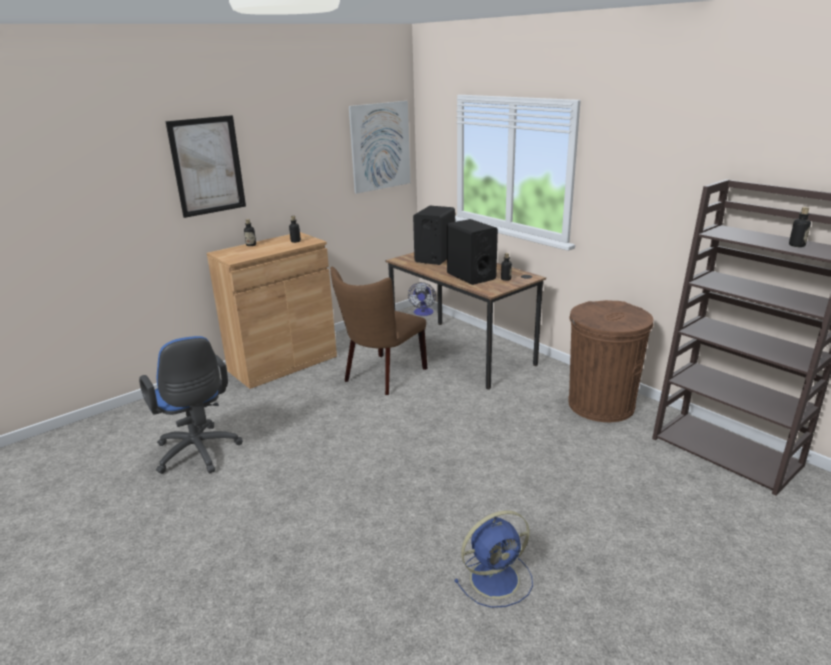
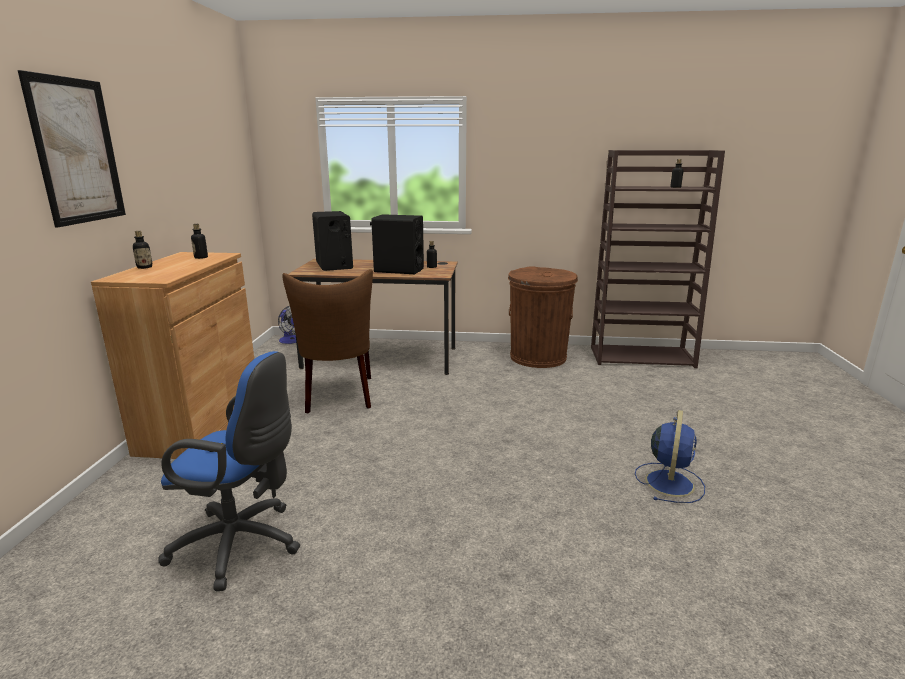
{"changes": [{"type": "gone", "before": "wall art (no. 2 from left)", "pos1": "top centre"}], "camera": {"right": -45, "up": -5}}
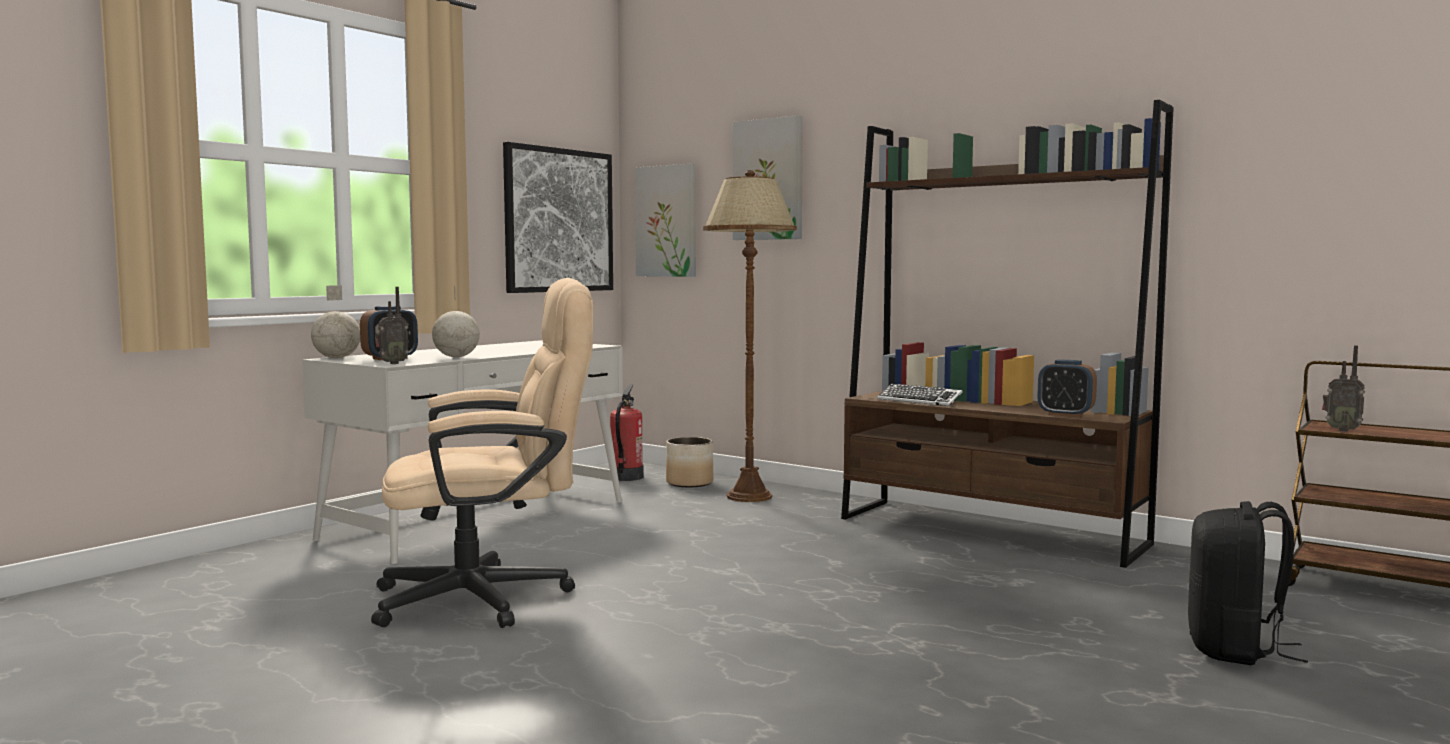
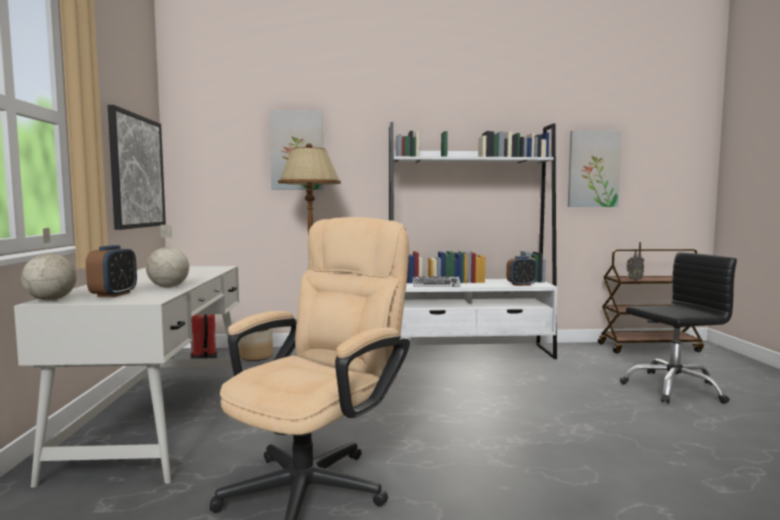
{"changes": [{"type": "repainted", "before": "shelving unit (brown)", "after": "shelving unit (whitish)", "pos1": "middle right", "pos2": "centre"}, {"type": "shifted", "before": "wall art (no. 2 from left in the first image)", "after": "wall art (no. 3 from left)", "pos1": "top centre", "pos2": "top right"}, {"type": "gone", "before": "radio receiver (no. 1 from left)", "pos1": "middle left"}, {"type": "swapped", "before": "knapsack (black-coloured)", "after": "desk chair (black-coloured)", "pos1": "bottom right", "pos2": "middle right"}], "camera": {"right": -40, "up": 0}}
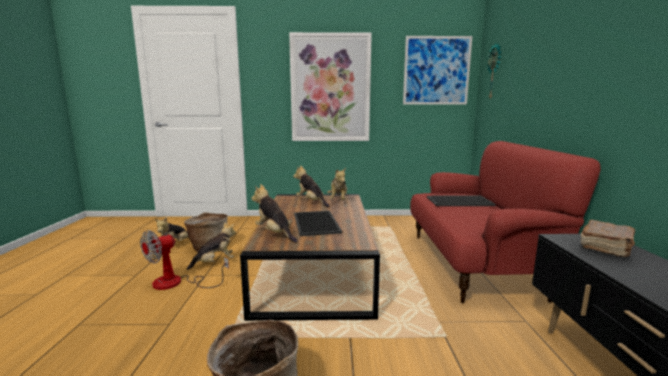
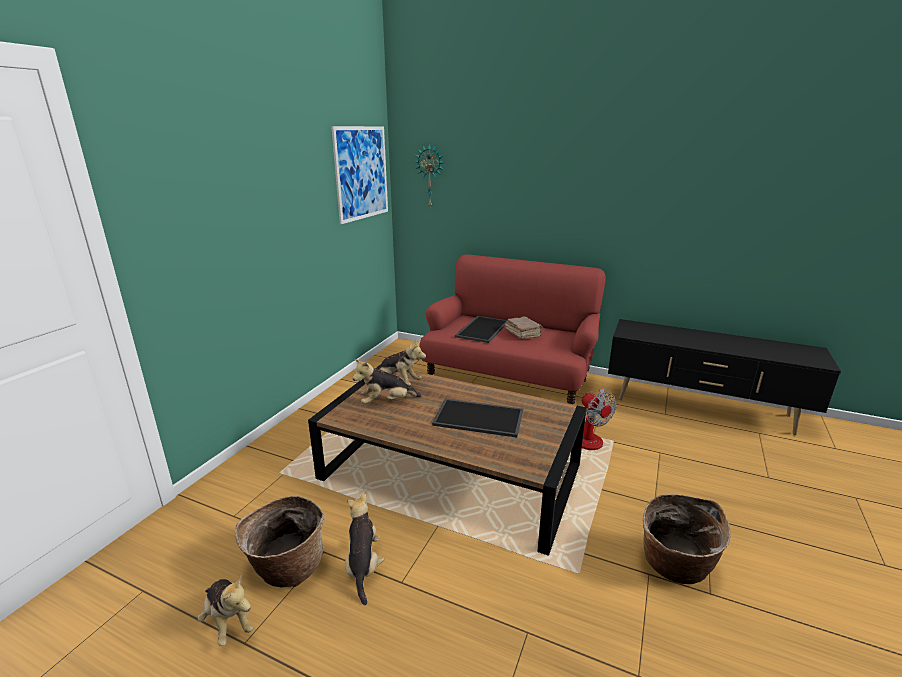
{"changes": [{"type": "gone", "before": "wall art (no. 1 from left)", "pos1": "top centre"}, {"type": "gone", "before": "soft toy (no. 3 from left)", "pos1": "centre"}, {"type": "shifted", "before": "volume (brown)", "pos1": "middle right", "pos2": "centre"}, {"type": "shifted", "before": "electric fan", "pos1": "bottom left", "pos2": "centre"}], "camera": {"right": -65, "up": 10}}
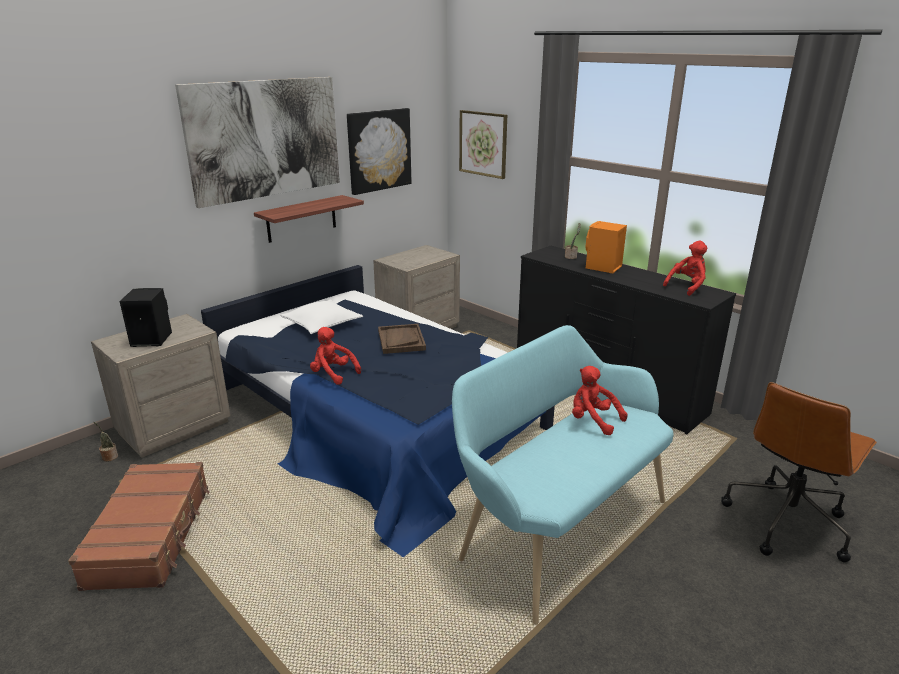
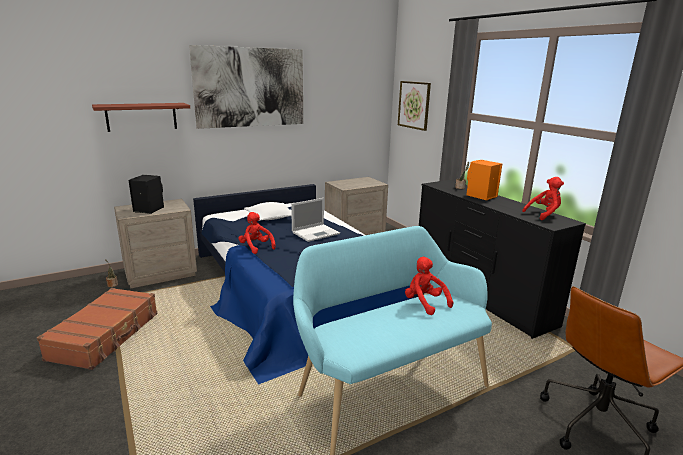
{"changes": [{"type": "gone", "before": "wall art (no. 2 from left)", "pos1": "top centre"}, {"type": "shifted", "before": "wall shelf", "pos1": "top centre", "pos2": "top left"}, {"type": "swapped", "before": "tray (brown)", "after": "portable computer", "pos1": "centre", "pos2": "centre"}], "camera": {"right": 15, "up": -5}}
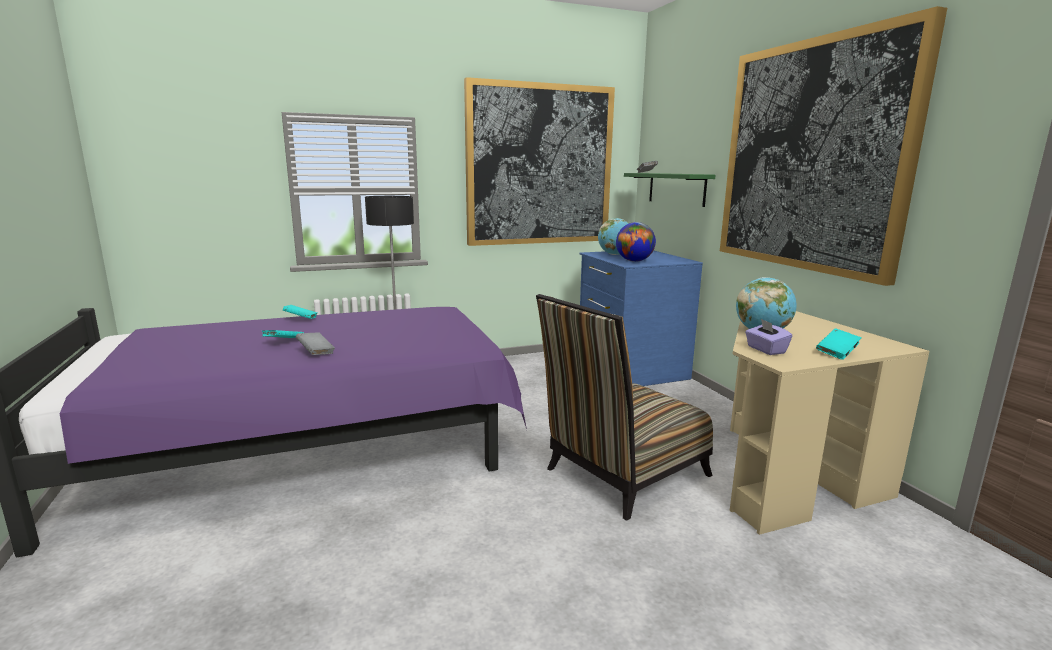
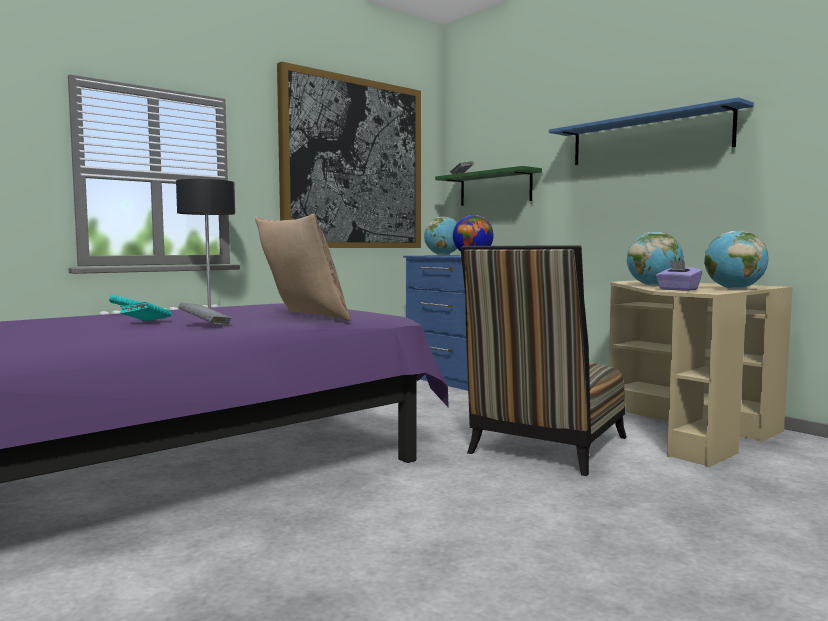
{"changes": [{"type": "swapped", "before": "wall art (no. 2 from left)", "after": "wall shelf (blue-coloured)", "pos1": "top right", "pos2": "top right"}, {"type": "swapped", "before": "volume (turquoise-coloured) (no. 3 from left)", "after": "globe (no. 4 from left)", "pos1": "middle right", "pos2": "middle right"}, {"type": "new", "after": "throw pillow (beige)", "pos2": "centre"}], "camera": {"right": -20, "up": -10}}
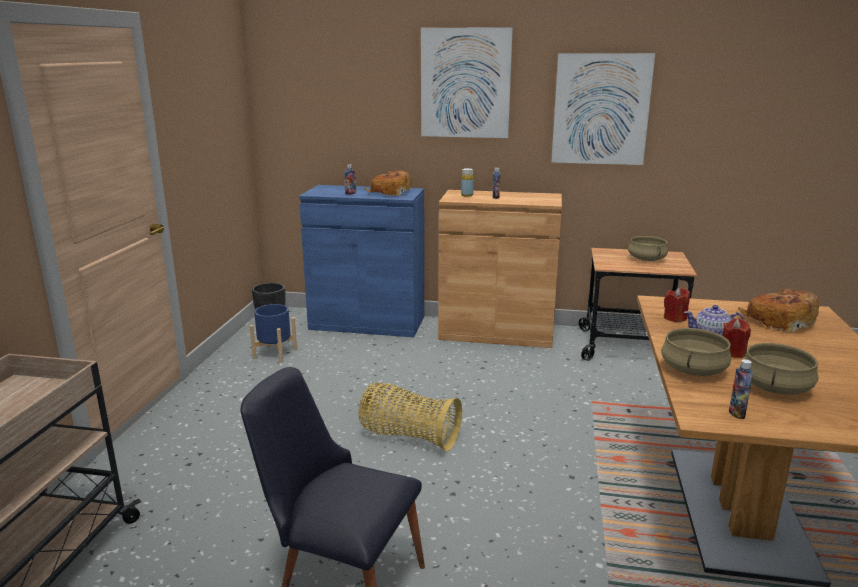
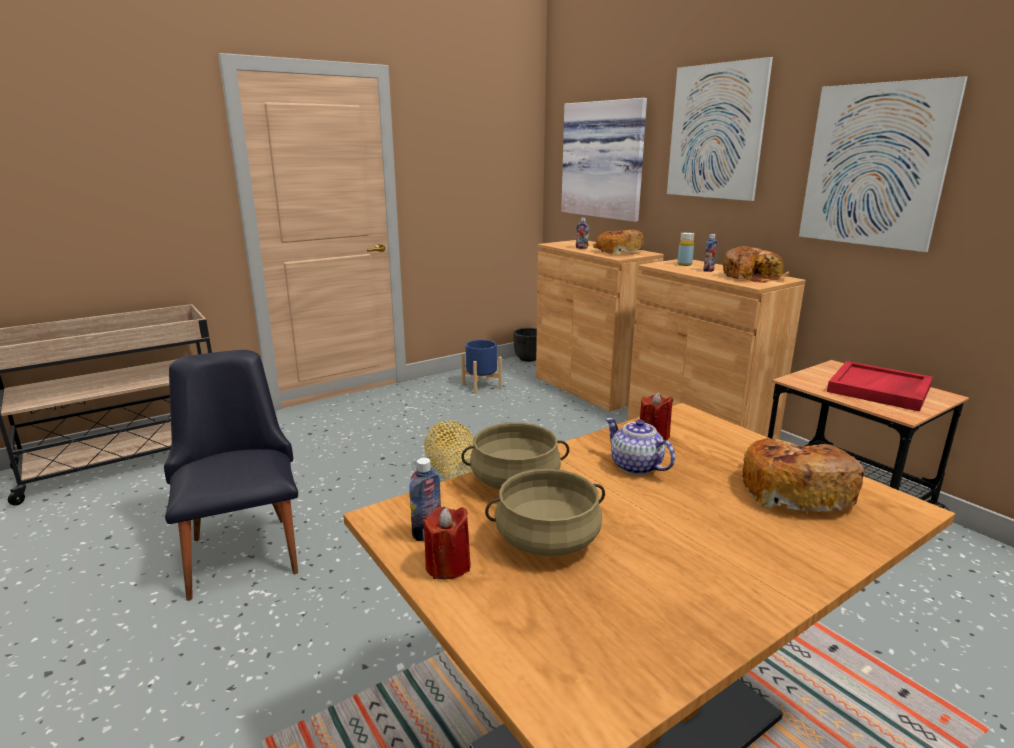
{"changes": [{"type": "repainted", "before": "storage cabinet (blue-coloured)", "after": "storage cabinet (brown) (no. 1 from left)", "pos1": "centre", "pos2": "centre"}, {"type": "swapped", "before": "saucepot (beige) (no. 1 from left)", "after": "tray (red-coloured)", "pos1": "middle right", "pos2": "middle right"}, {"type": "shifted", "before": "wax light (red-coloured) (no. 2 from left in the first image)", "after": "wax light (red-coloured) (no. 1 from left)", "pos1": "middle right", "pos2": "bottom centre"}, {"type": "new", "after": "wall art (no. 1 from left)", "pos2": "top centre"}, {"type": "new", "after": "baked bread (no. 2 from left)", "pos2": "middle right"}], "camera": {"right": 45, "up": 0}}
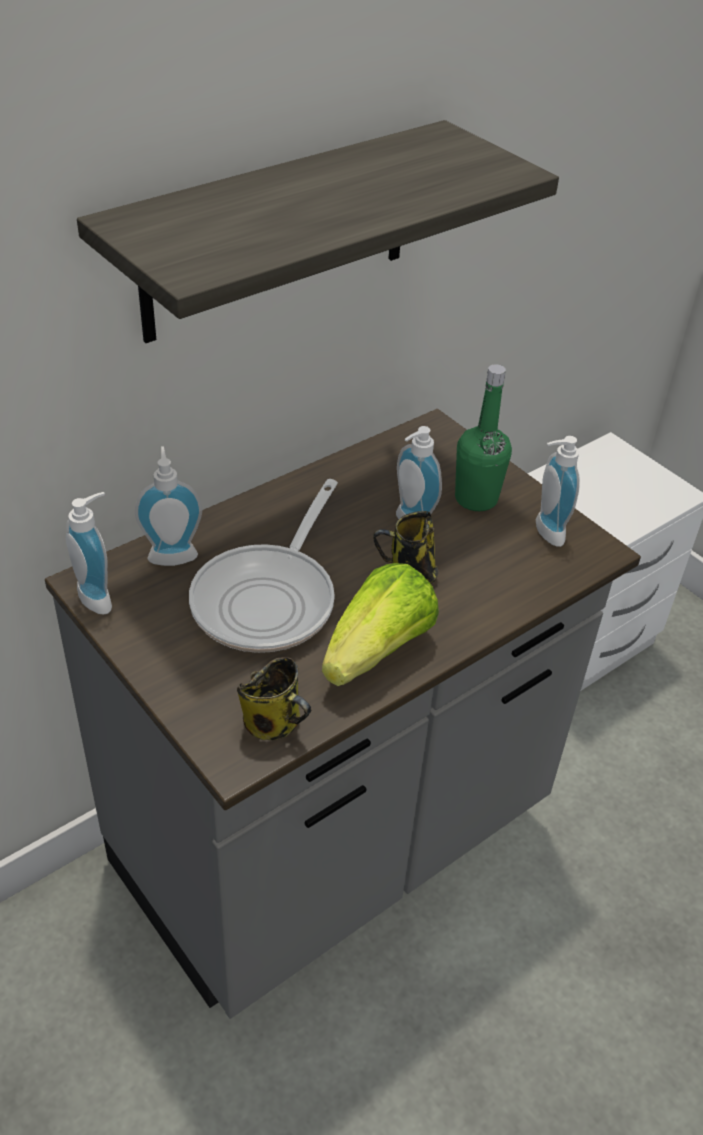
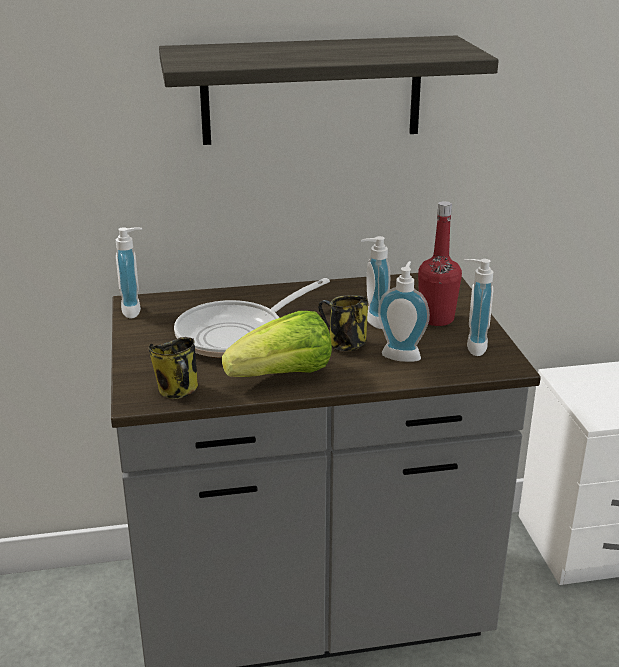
{"changes": [{"type": "repainted", "before": "bottle (greenish)", "after": "bottle (red-coloured)", "pos1": "middle right", "pos2": "middle right"}, {"type": "shifted", "before": "liquid soap bottle (no. 2 from left in the first image)", "after": "liquid soap bottle (no. 3 from left)", "pos1": "middle left", "pos2": "centre"}], "camera": {"right": 30, "up": -15}}
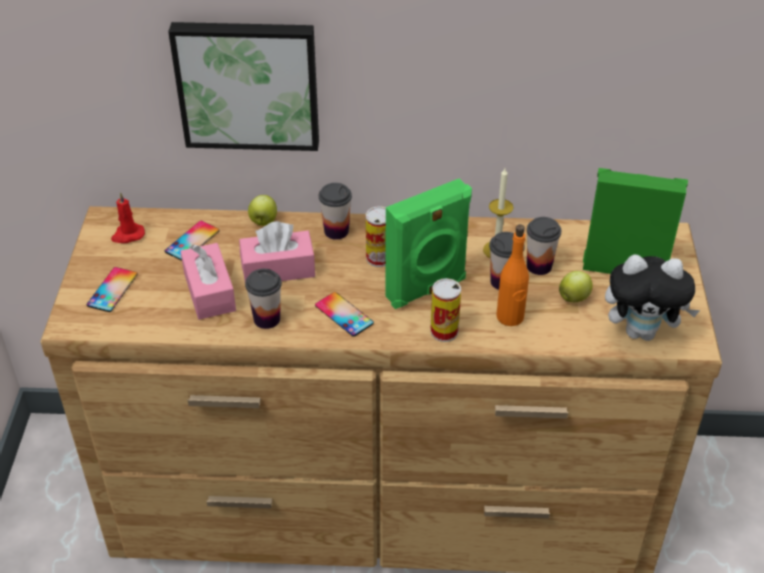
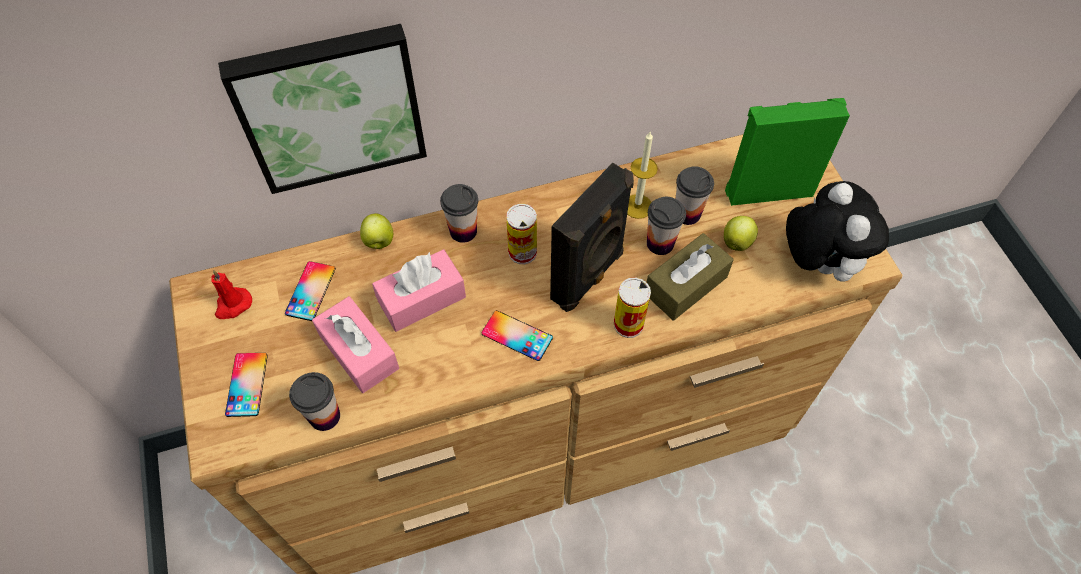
{"changes": [{"type": "repainted", "before": "loudspeaker (greenish) (no. 1 from left)", "after": "loudspeaker (black-coloured)", "pos1": "centre", "pos2": "centre"}, {"type": "swapped", "before": "bottle (orangey)", "after": "box of tissues (brown)", "pos1": "middle right", "pos2": "centre"}, {"type": "rotated", "before": "soft toy", "pos1": "middle right", "pos2": "middle right", "turn": -90}, {"type": "shifted", "before": "small cup (no. 1 from left)", "pos1": "centre", "pos2": "bottom left"}], "camera": {"right": -20, "up": 15}}
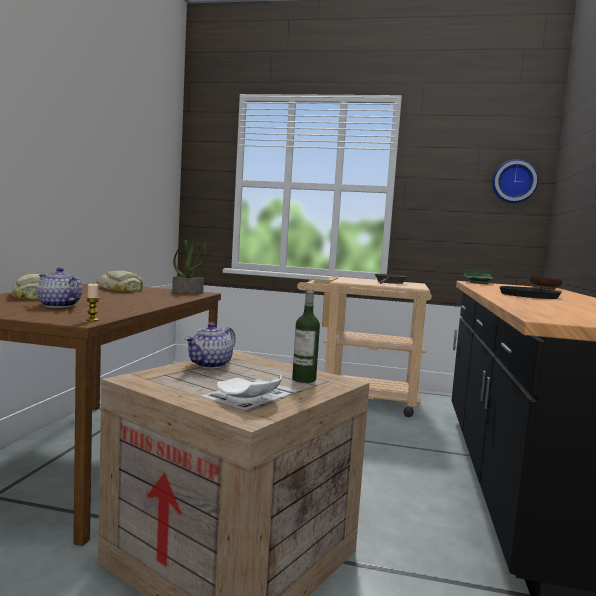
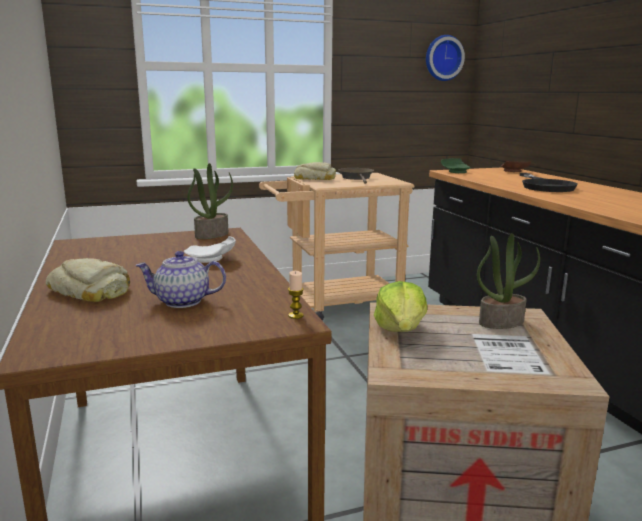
{"changes": [{"type": "shifted", "before": "baked bread (no. 2 from left)", "pos1": "middle left", "pos2": "top centre"}, {"type": "swapped", "before": "bottle", "after": "plant in a pot (no. 2 from left)", "pos1": "centre", "pos2": "middle right"}, {"type": "swapped", "before": "teapot (no. 2 from left)", "after": "head of lettuce", "pos1": "centre", "pos2": "centre"}, {"type": "shifted", "before": "flat dish (whitish)", "pos1": "centre", "pos2": "middle left"}], "camera": {"right": -30, "up": 10}}
